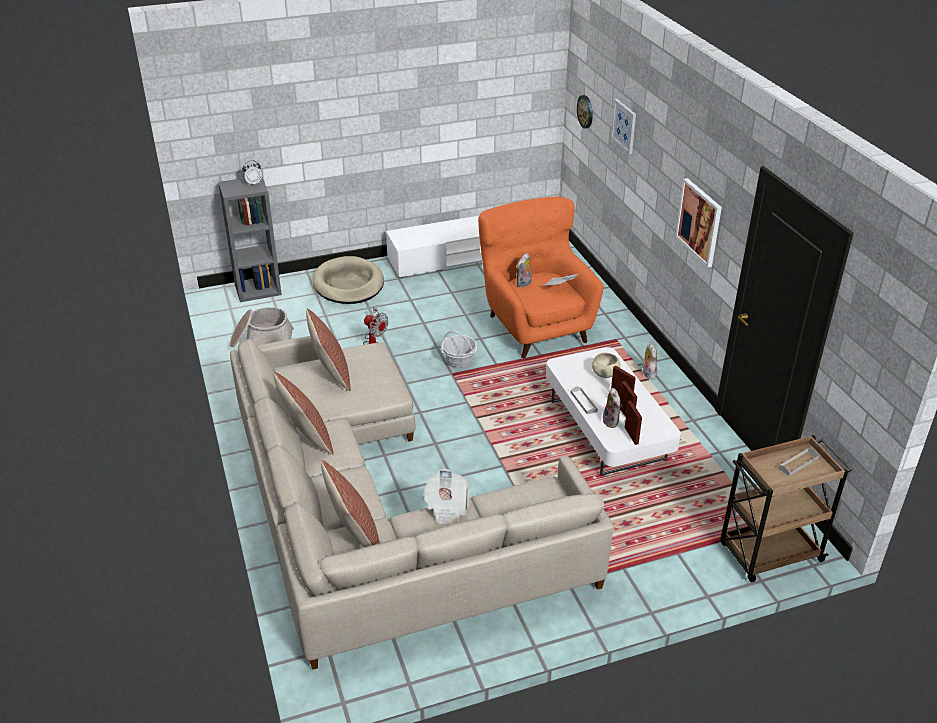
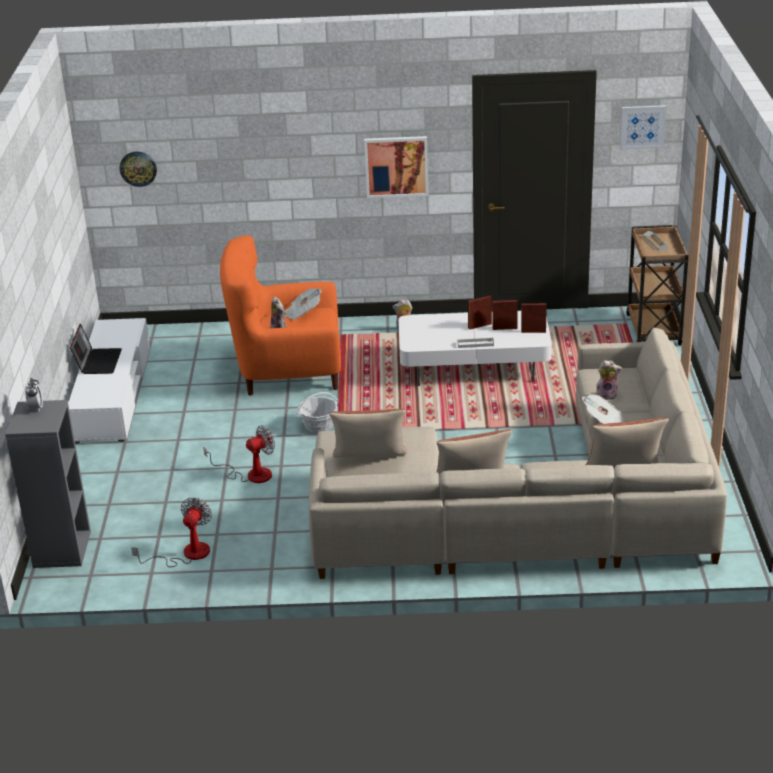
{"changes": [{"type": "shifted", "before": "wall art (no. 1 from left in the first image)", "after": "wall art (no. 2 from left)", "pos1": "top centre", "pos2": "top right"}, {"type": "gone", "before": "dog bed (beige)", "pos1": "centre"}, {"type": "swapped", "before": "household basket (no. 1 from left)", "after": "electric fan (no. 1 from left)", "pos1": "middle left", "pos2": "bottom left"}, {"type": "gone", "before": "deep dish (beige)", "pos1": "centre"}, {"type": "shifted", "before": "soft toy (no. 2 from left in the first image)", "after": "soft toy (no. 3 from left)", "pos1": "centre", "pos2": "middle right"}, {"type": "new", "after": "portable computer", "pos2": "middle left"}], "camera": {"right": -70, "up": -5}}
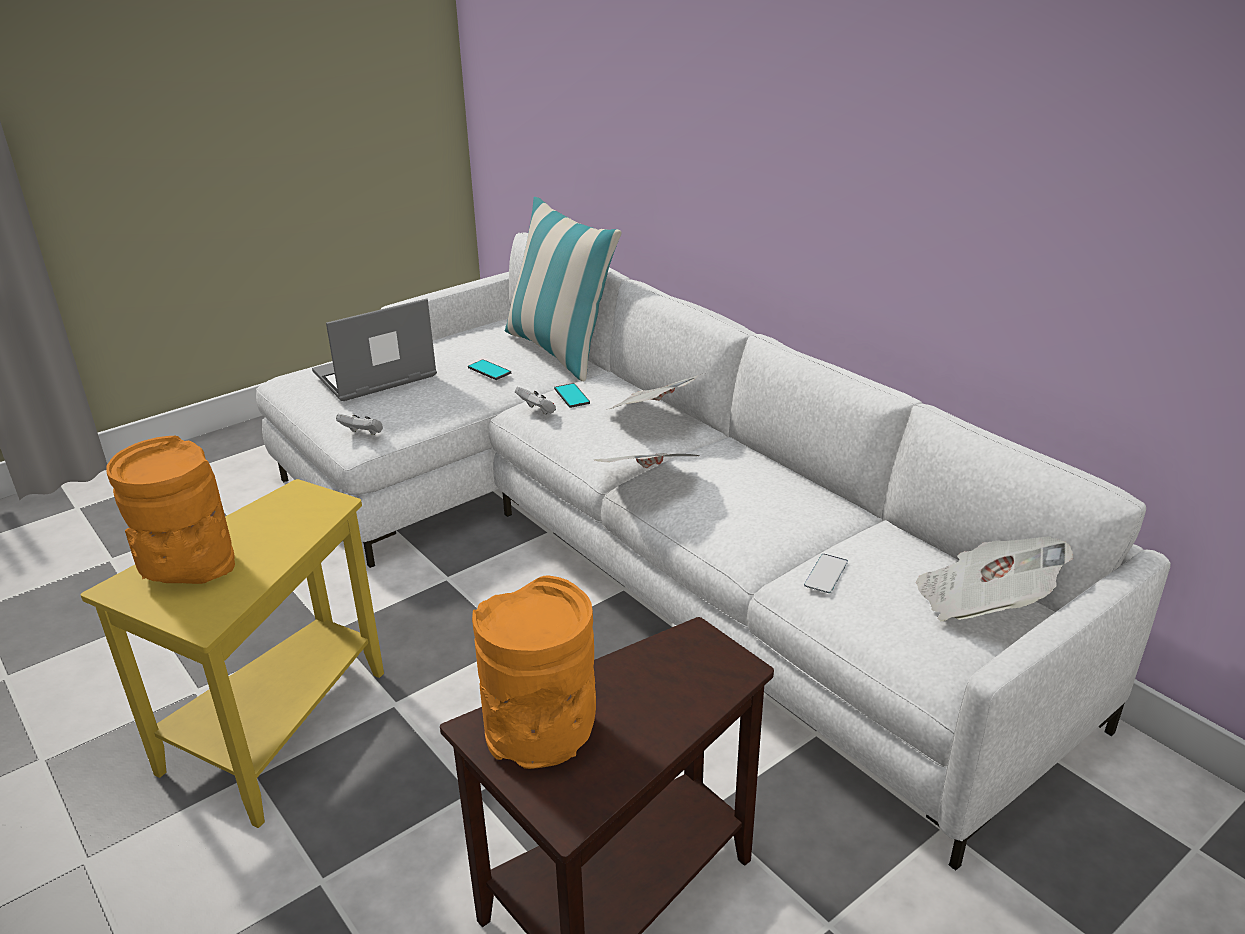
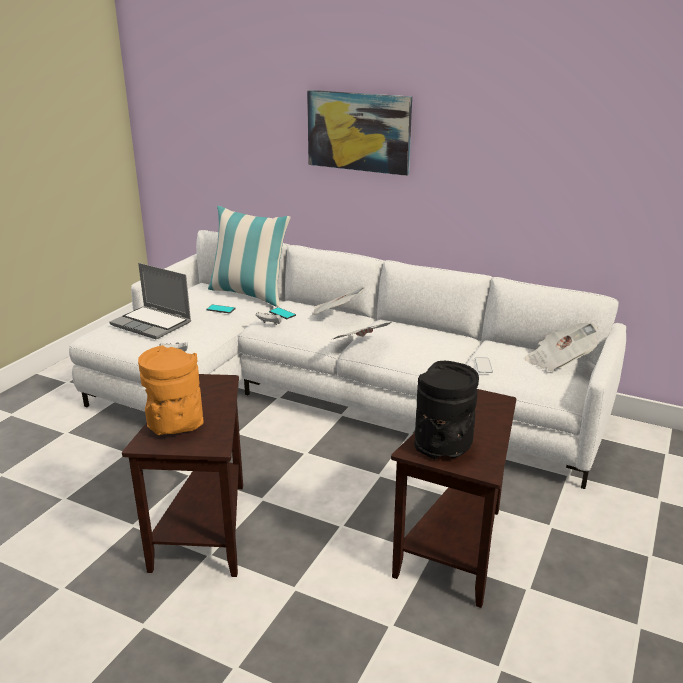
{"changes": [{"type": "rotated", "before": "portable computer", "pos1": "middle left", "pos2": "middle left", "turn": -90}, {"type": "repainted", "before": "end table (yellowish)", "after": "end table (brown) (no. 1 from left)", "pos1": "bottom left", "pos2": "bottom left"}, {"type": "repainted", "before": "decorative vase (orangey) (no. 2 from left)", "after": "decorative vase (black-coloured)", "pos1": "bottom centre", "pos2": "centre"}, {"type": "new", "after": "wall art", "pos2": "top centre"}], "camera": {"right": -25, "up": -5}}
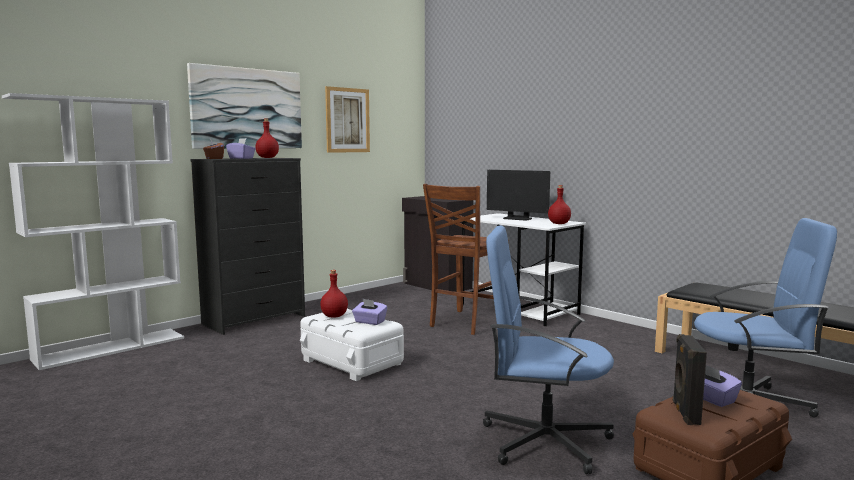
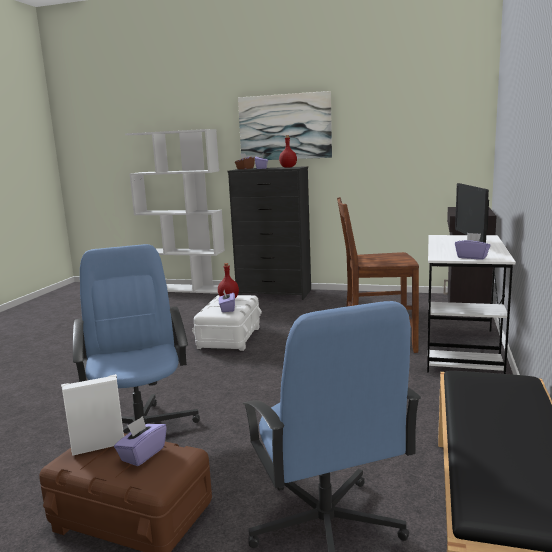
{"changes": [{"type": "gone", "before": "wall art (no. 2 from left)", "pos1": "top centre"}, {"type": "swapped", "before": "bottle (red-coloured) (no. 3 from left)", "after": "box of tissues (purple-coloured) (no. 4 from left)", "pos1": "centre", "pos2": "middle right"}, {"type": "repainted", "before": "loudspeaker (black-coloured)", "after": "loudspeaker (whitish)", "pos1": "bottom right", "pos2": "bottom left"}], "camera": {"right": 60, "up": 5}}
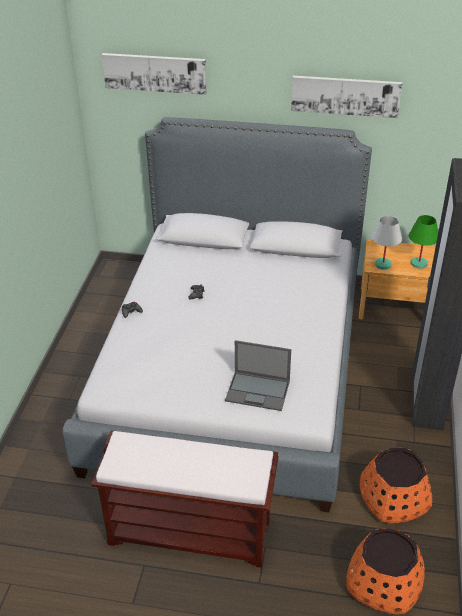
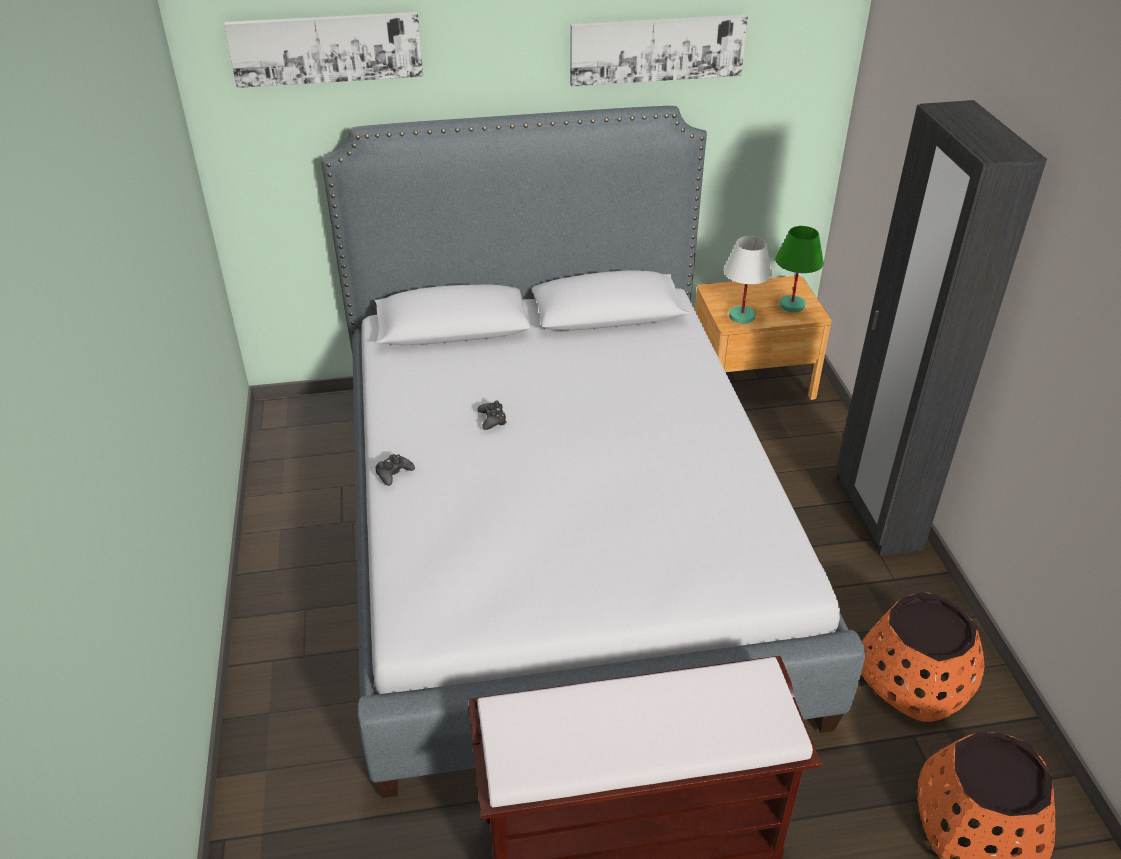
{"changes": [{"type": "gone", "before": "portable computer", "pos1": "centre"}], "camera": {"right": -20, "up": 0}}
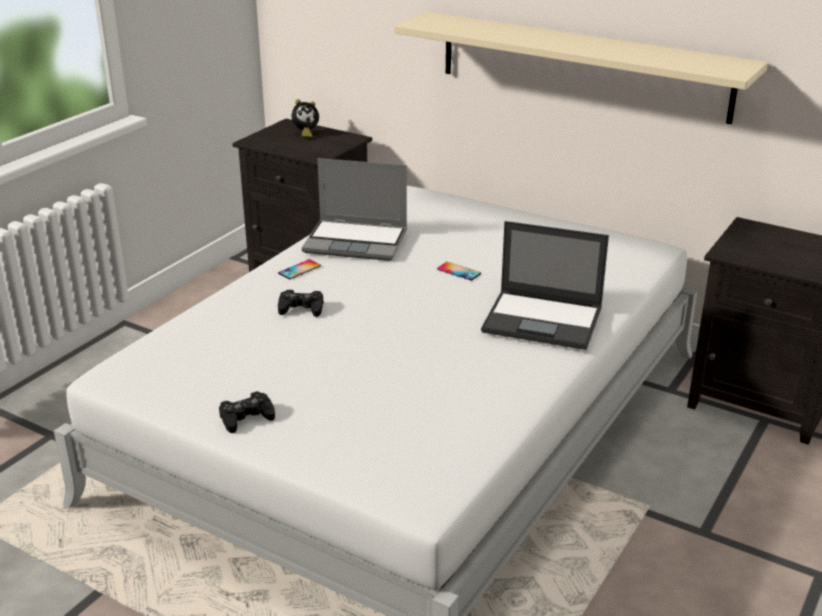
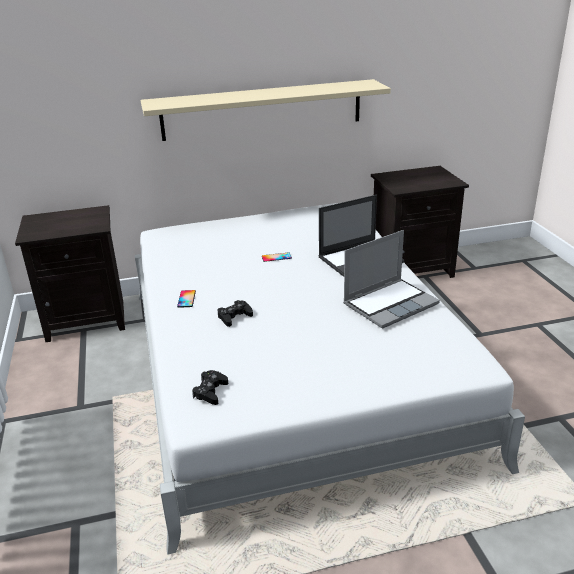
{"changes": [{"type": "gone", "before": "alarm clock", "pos1": "top centre"}, {"type": "shifted", "before": "portable computer (no. 1 from left in the first image)", "after": "portable computer (no. 2 from left)", "pos1": "centre", "pos2": "middle right"}, {"type": "shifted", "before": "joypad (black-coloured) (no. 1 from left)", "pos1": "bottom left", "pos2": "bottom centre"}], "camera": {"right": -45, "up": 0}}
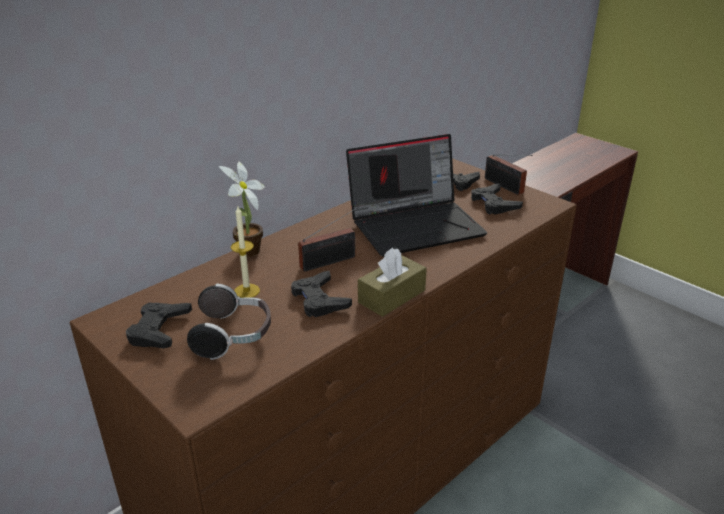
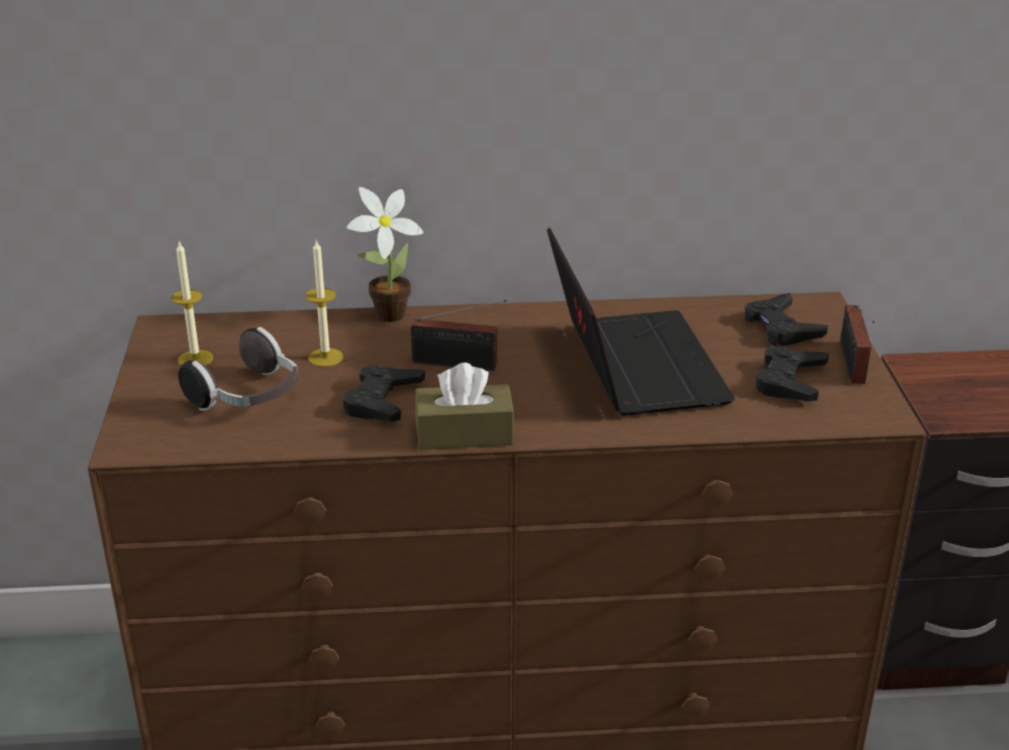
{"changes": [{"type": "rotated", "before": "portable computer", "pos1": "centre", "pos2": "centre", "turn": -120}, {"type": "swapped", "before": "joypad (black-coloured) (no. 1 from left)", "after": "wax light (no. 1 from left)", "pos1": "middle left", "pos2": "middle left"}], "camera": {"right": 40, "up": 0}}
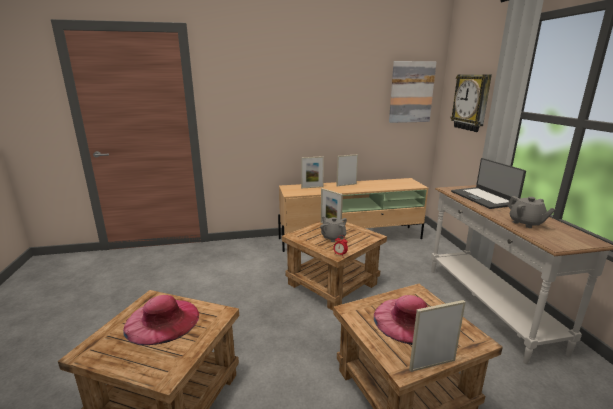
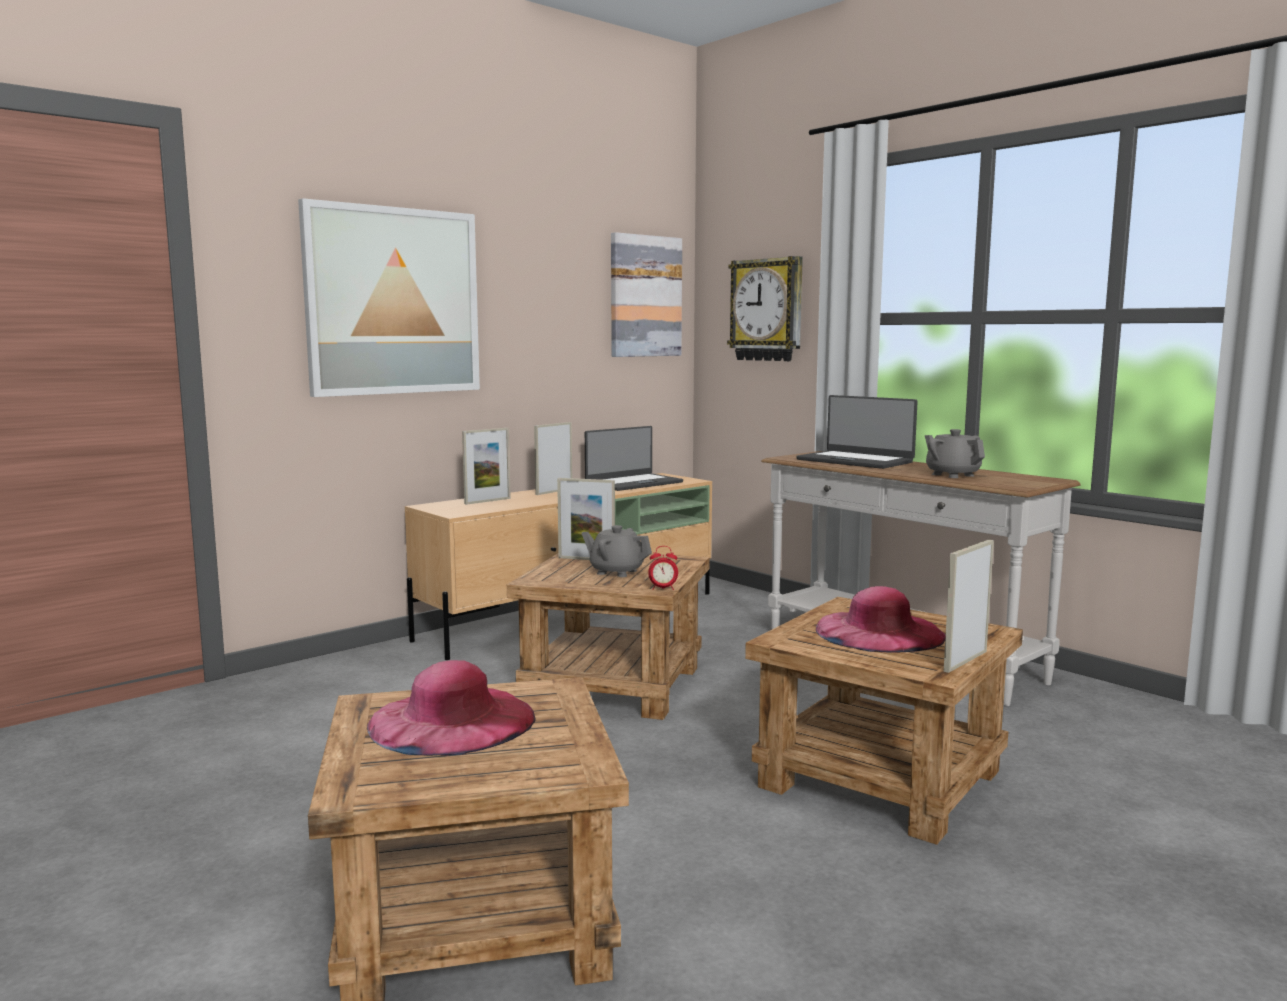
{"changes": [{"type": "rotated", "before": "teapot (gray) (no. 2 from left)", "pos1": "middle right", "pos2": "middle right", "turn": -150}, {"type": "new", "after": "wall art (no. 1 from left)", "pos2": "top left"}, {"type": "new", "after": "portable computer (no. 1 from left)", "pos2": "centre"}], "camera": {"right": -30, "up": -10}}
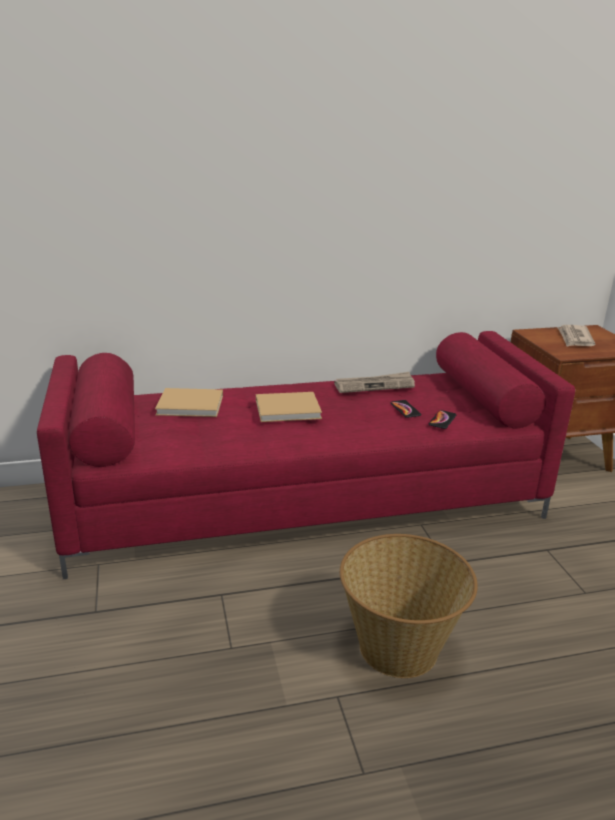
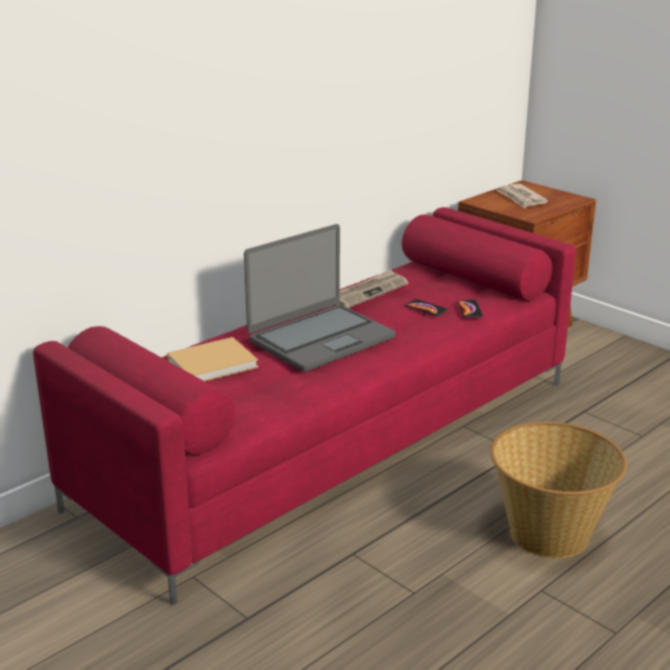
{"changes": [{"type": "swapped", "before": "volume (beige) (no. 2 from left)", "after": "portable computer", "pos1": "centre", "pos2": "centre"}], "camera": {"right": -30, "up": 0}}
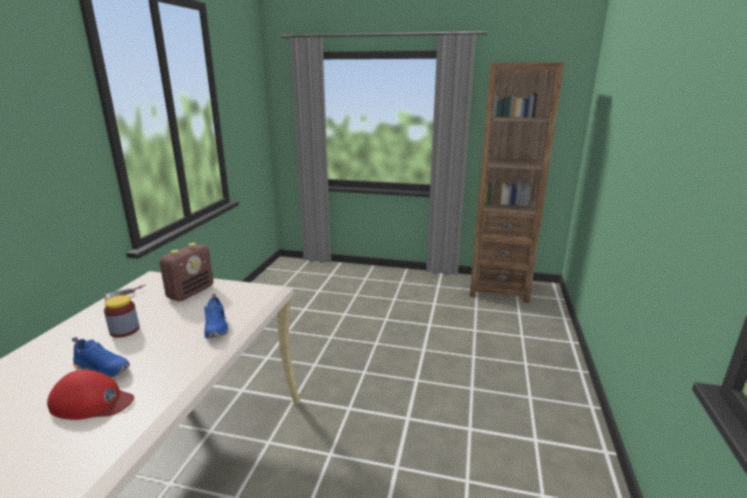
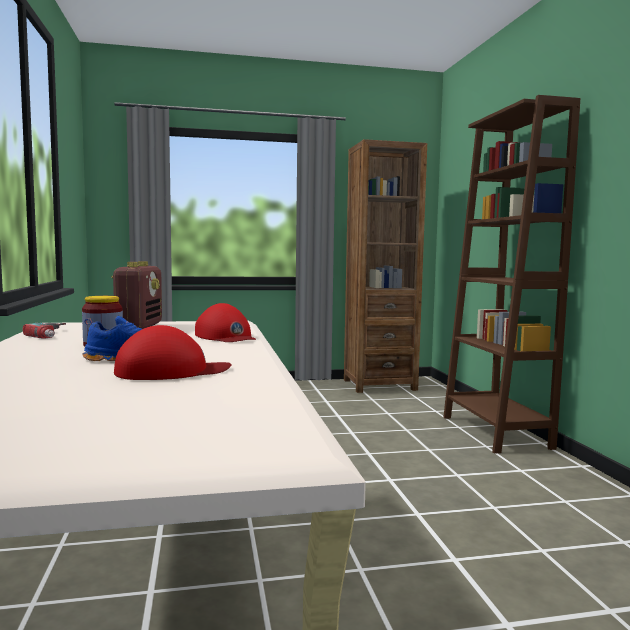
{"changes": [{"type": "swapped", "before": "low shoe (blue-coloured) (no. 2 from left)", "after": "cap (red-coloured) (no. 2 from left)", "pos1": "middle left", "pos2": "centre"}, {"type": "new", "after": "shelving unit (brown) (no. 2 from left)", "pos2": "middle right"}], "camera": {"right": -25, "up": -15}}
